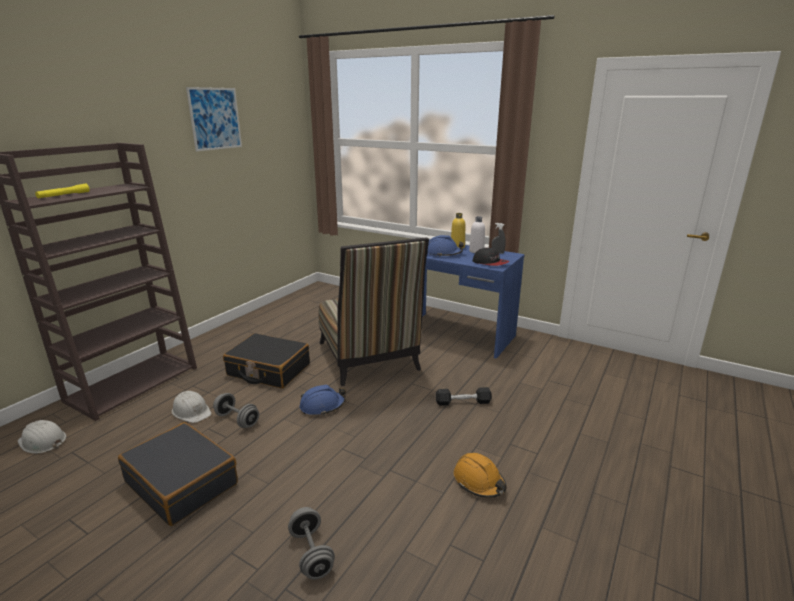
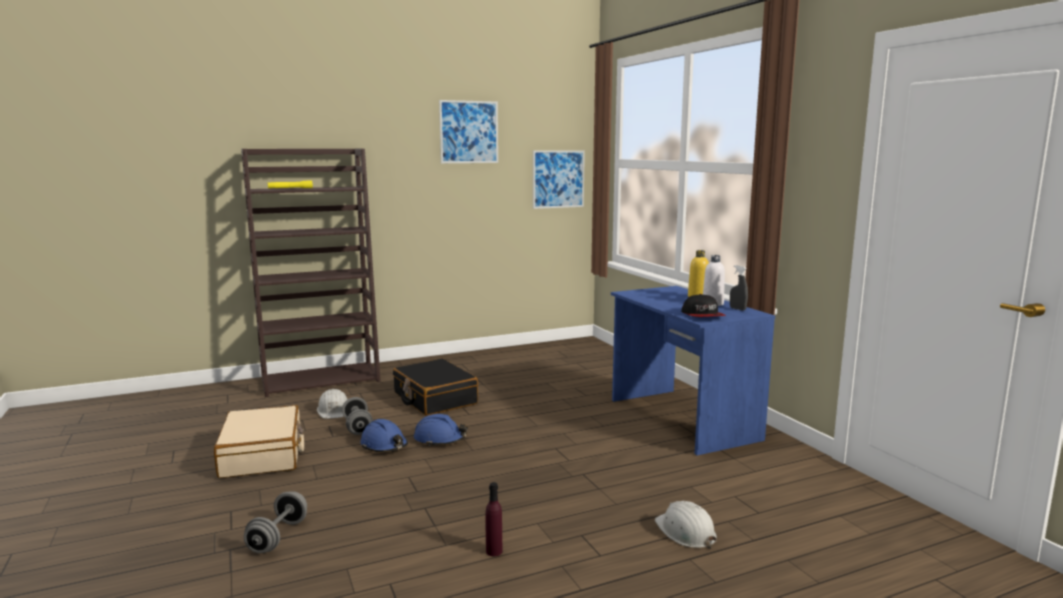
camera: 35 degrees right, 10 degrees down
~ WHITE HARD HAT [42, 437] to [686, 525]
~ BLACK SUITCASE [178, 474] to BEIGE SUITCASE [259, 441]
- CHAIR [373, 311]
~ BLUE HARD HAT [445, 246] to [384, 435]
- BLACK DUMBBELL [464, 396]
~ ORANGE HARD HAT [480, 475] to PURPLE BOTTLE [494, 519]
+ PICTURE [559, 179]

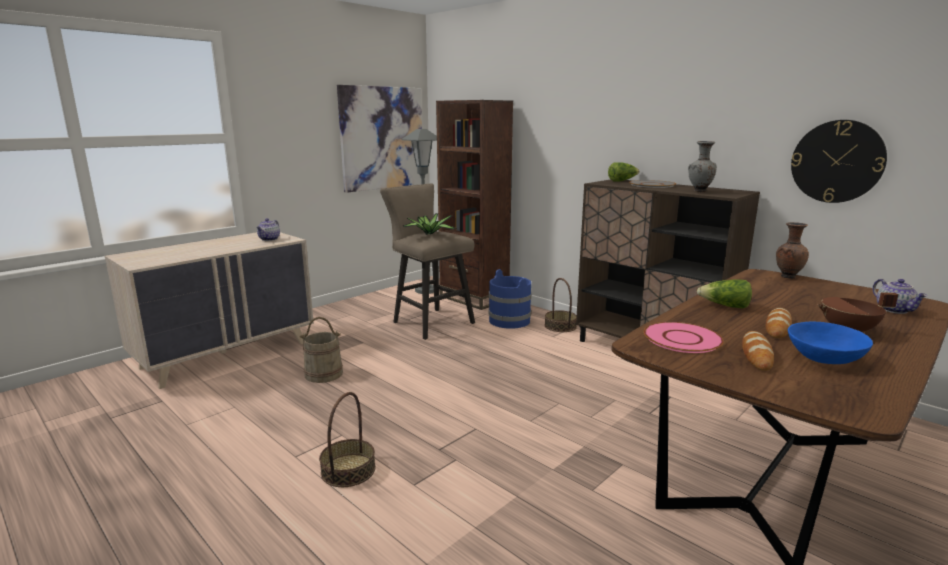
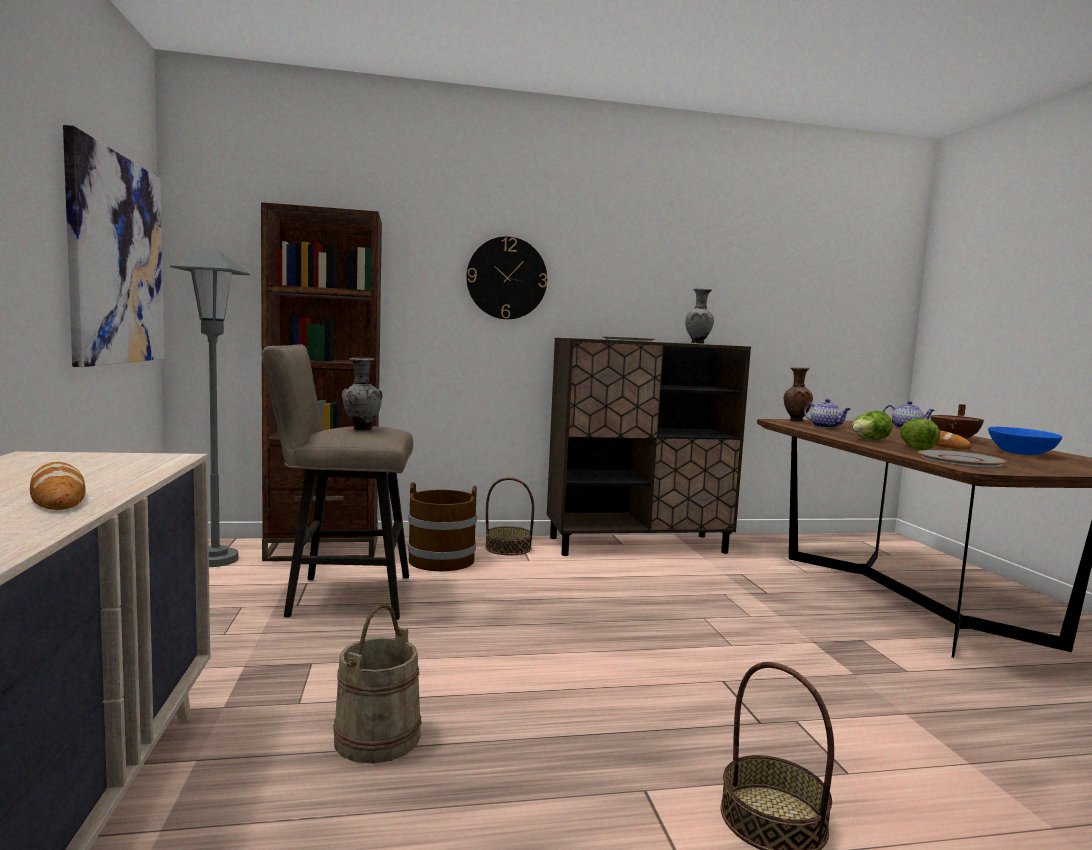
camera: 55 degrees left, 10 degrees down
~ TEAPOT [268, 229] to [827, 413]
~ POTTED PLANT [429, 224] to GREY VASE [362, 394]
~ BLUE BUCKET [510, 299] to BROWN BUCKET [442, 526]
~ LETTUCE [624, 172] to [920, 434]
~ PINK PLATE [684, 337] to GREY PLATE [962, 458]
~ BREAD [758, 351] to [58, 486]
~ WALL CLOCK [839, 161] to [506, 277]

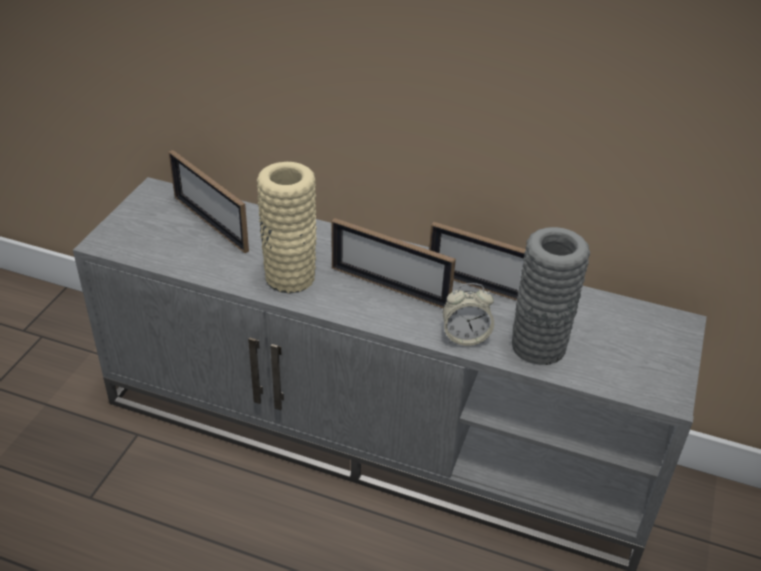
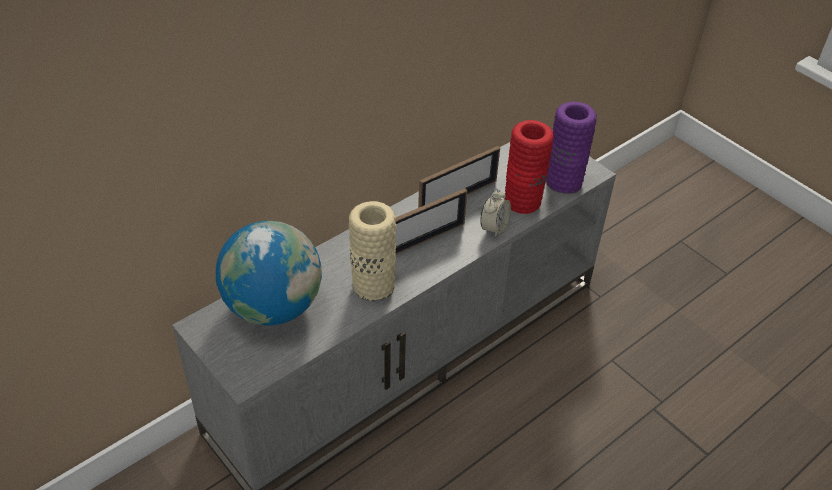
camera: 60 degrees left, 5 degrees up
~ PICTURE FRAME [209, 201] to GLOBE [269, 273]
~ GREY VASE [551, 296] to RED VASE [529, 167]
+ PURPLE VASE [571, 148]

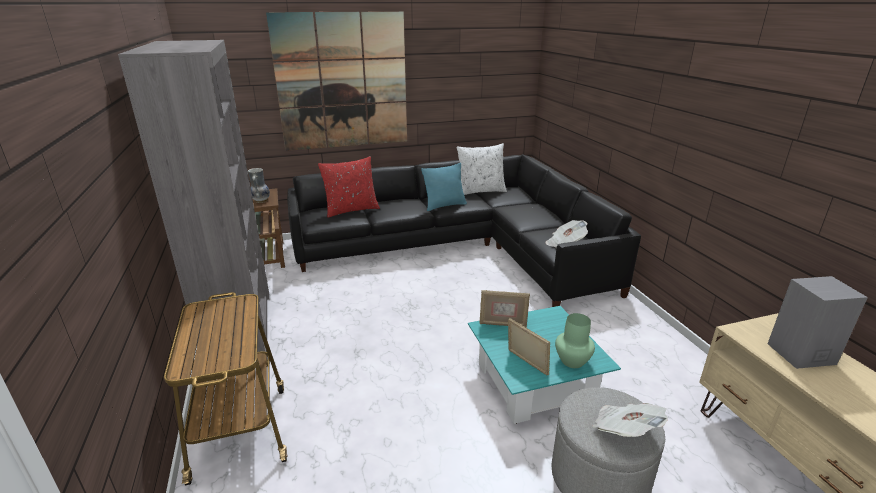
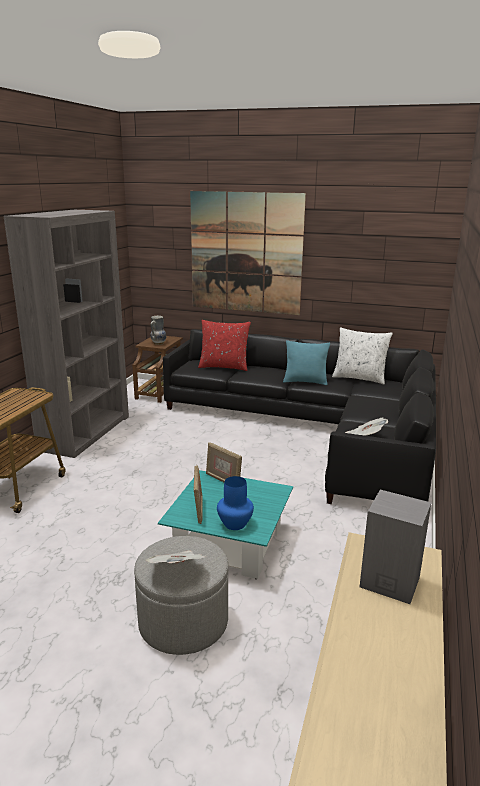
camera: 35 degrees right, 5 degrees down
~ GREEN VASE [575, 340] to BLUE VASE [235, 503]

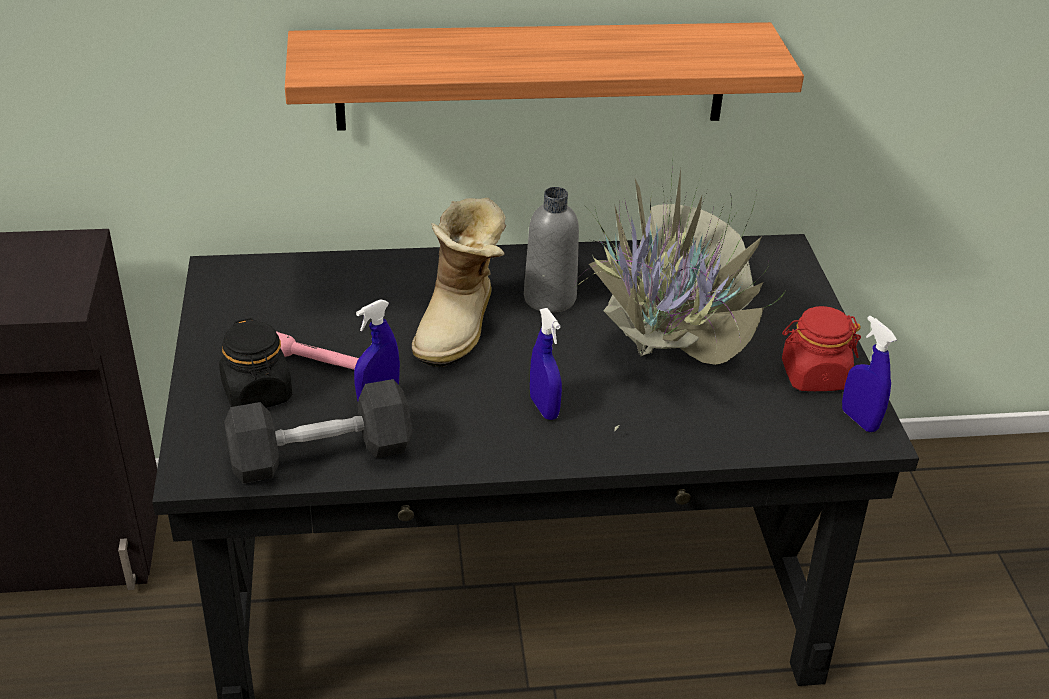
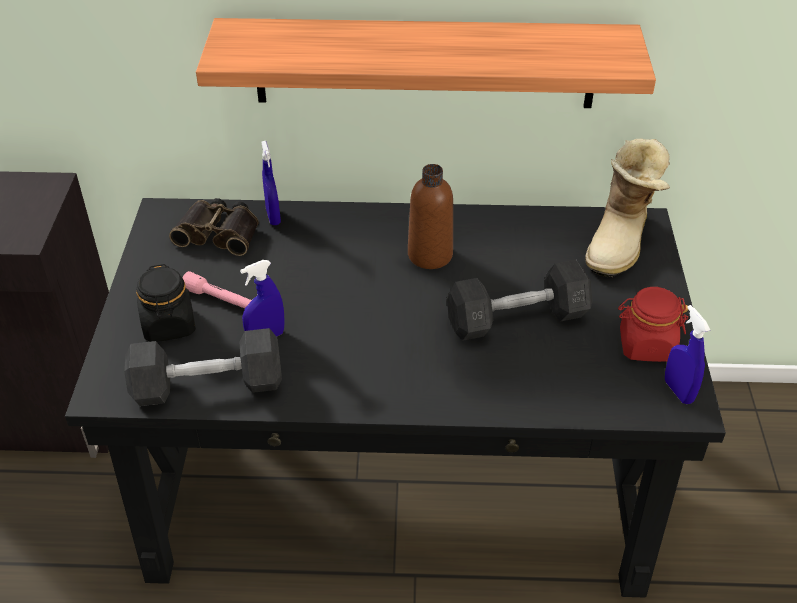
camera: 10 degrees right, 5 degrees up
~ BOOT [459, 283] to [627, 208]
~ GREY BOTTLE [551, 250] to BROWN BOTTLE [430, 216]
~ BLUE SPRAY BOTTLE [546, 364] to [271, 183]
~ POTTED PLANT [663, 290] to GREY DUMBBELL [520, 300]
+ BINOCULARS [214, 227]

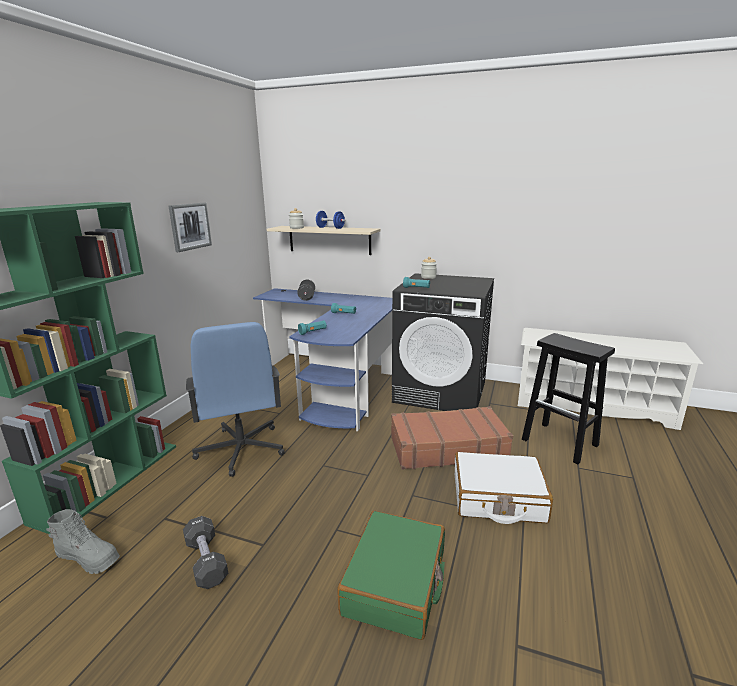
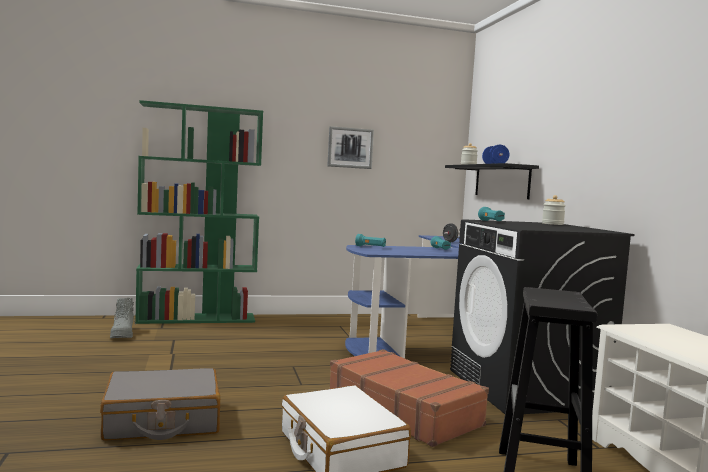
camera: 55 degrees right, 15 degrees down
- BLACK DUMBBELL [205, 552]
- BLUE OFFICE CHAIR [235, 399]
~ BEIGE SHELF [324, 240] to BLACK SHELF [492, 181]
~ GREEN SUITCASE [391, 575] to GREY SUITCASE [160, 404]

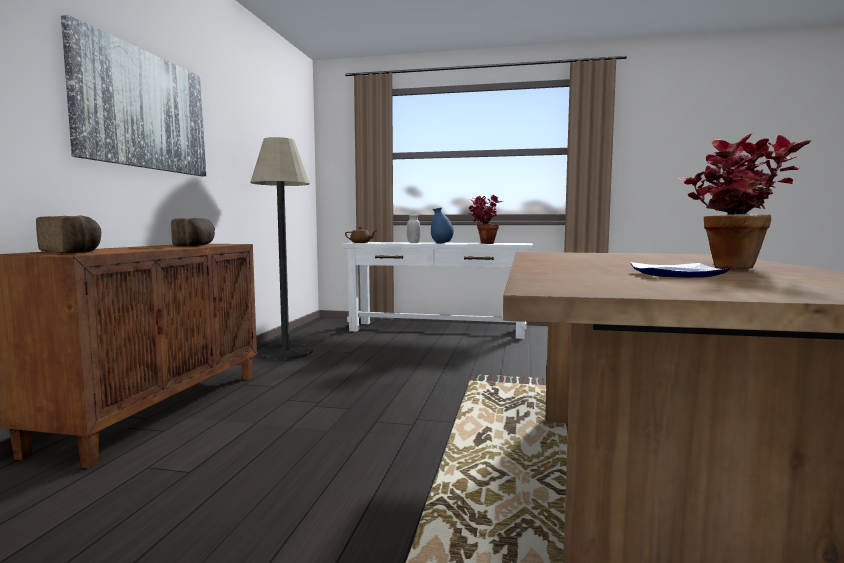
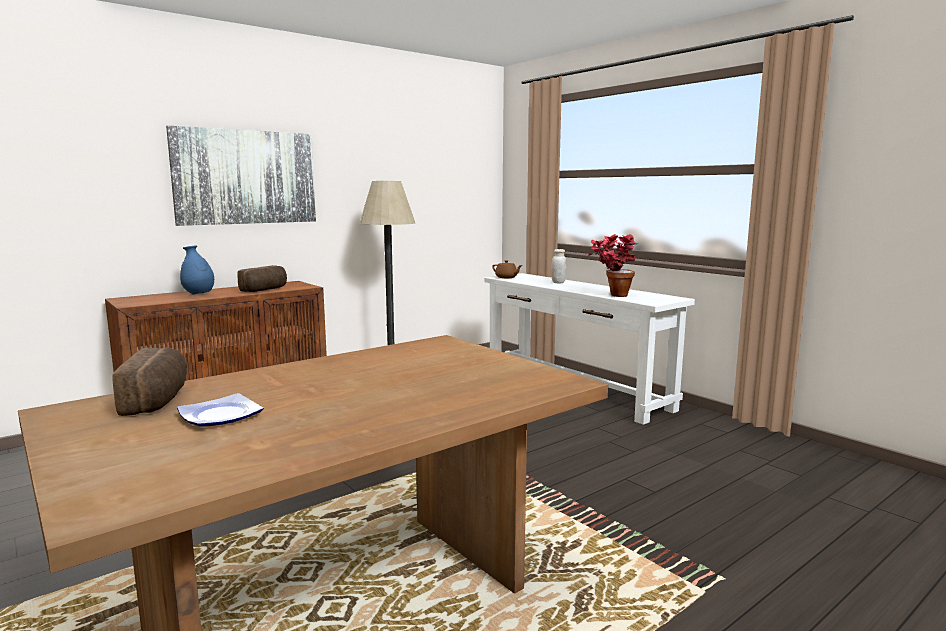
camera: 40 degrees right, 5 degrees up
~ BREAD [68, 234] to [149, 381]
~ BLUE VASE [442, 225] to [197, 270]
- POTTED PLANT [745, 201]

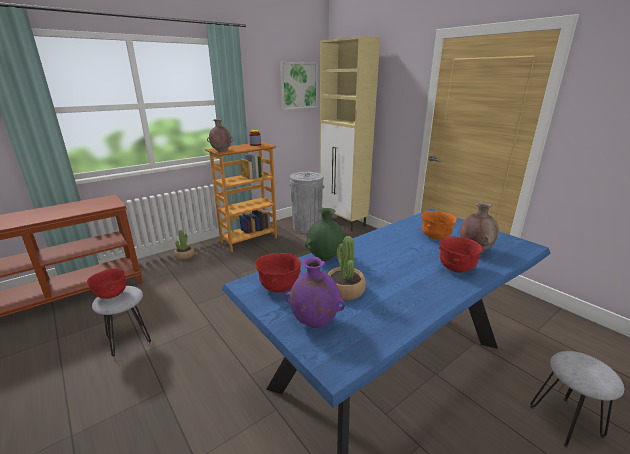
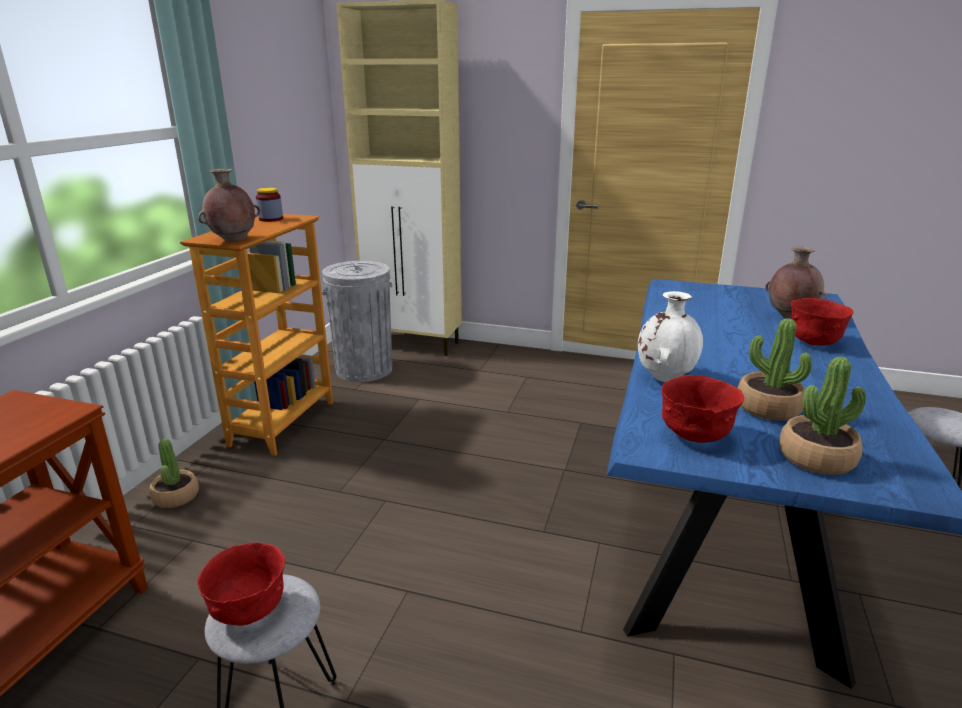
camera: 35 degrees left, 0 degrees up
- PICTURE [299, 86]
~ PURPLE VASE [315, 292] to POTTED PLANT [822, 415]
~ GREEN VASE [324, 234] to WHITE VASE [670, 336]
- ORANGE BOWL [439, 225]

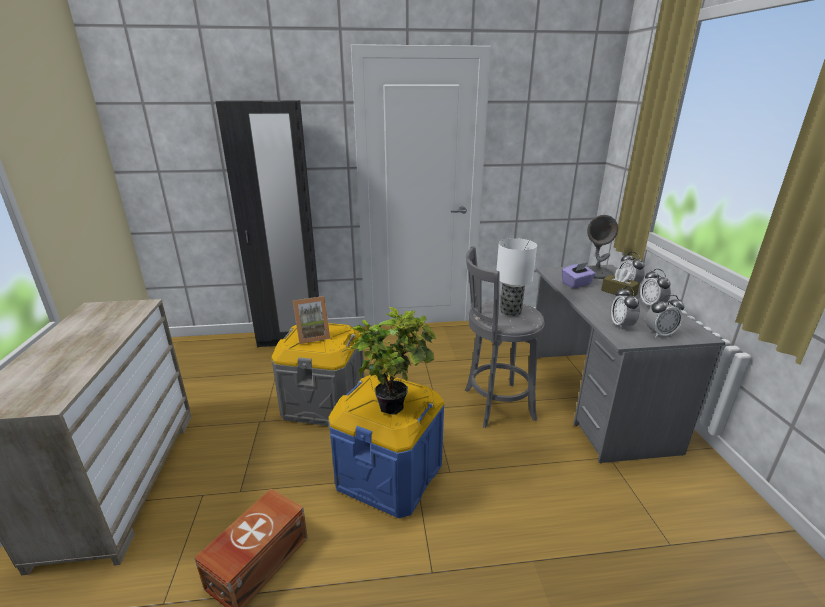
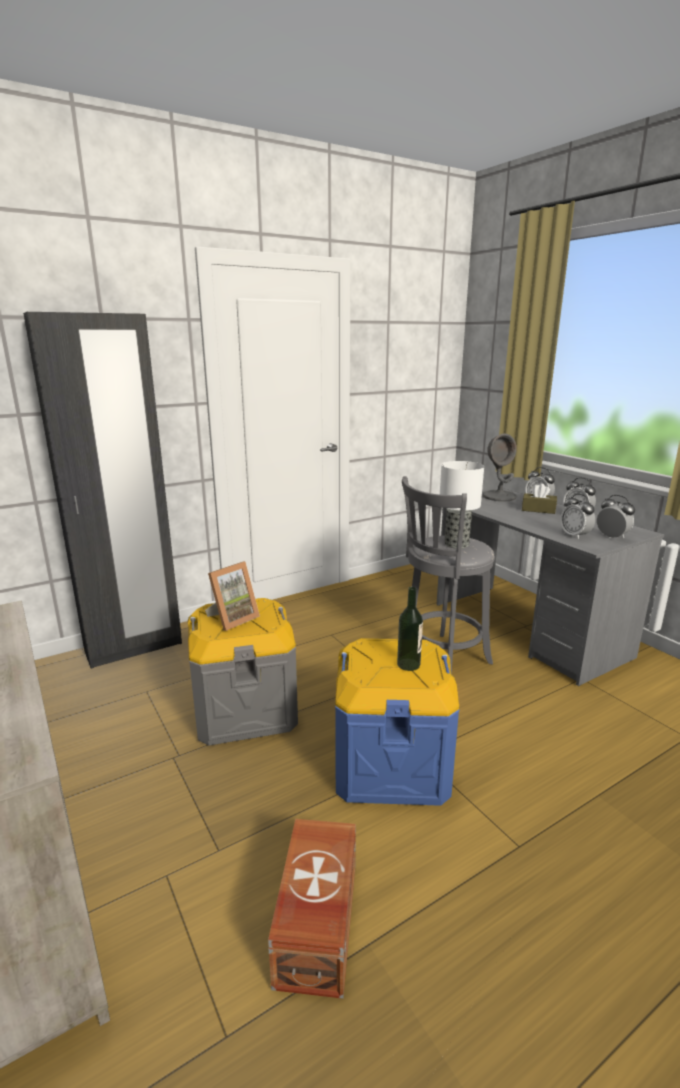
camera: 25 degrees left, 5 degrees down
~ POTTED PLANT [390, 361] to BOTTLE [410, 629]
- PURPLE TISSUE BOX [579, 275]
~ ALARM CLOCK [665, 316] = [616, 517] 90 degrees counterclockwise

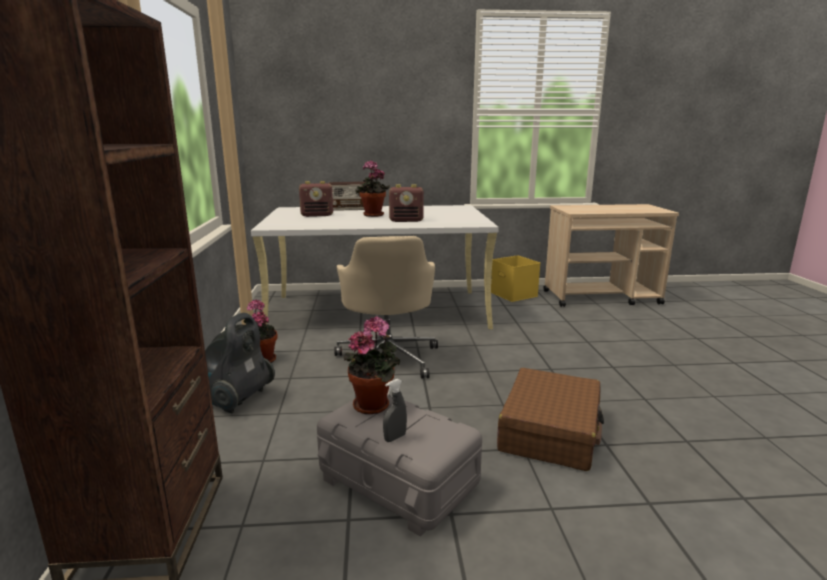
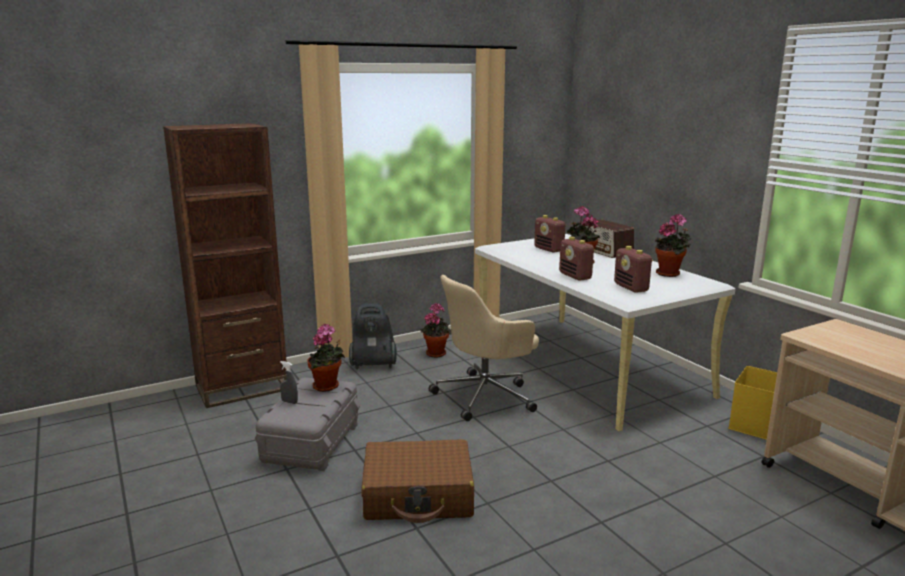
camera: 65 degrees right, 0 degrees up
+ RADIO [633, 269]
+ POTTED PLANT [673, 245]

